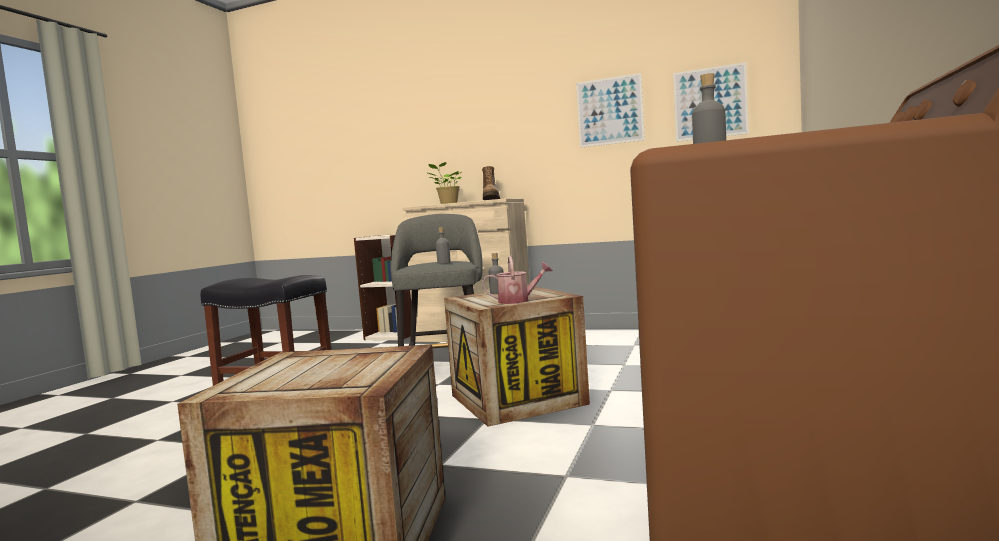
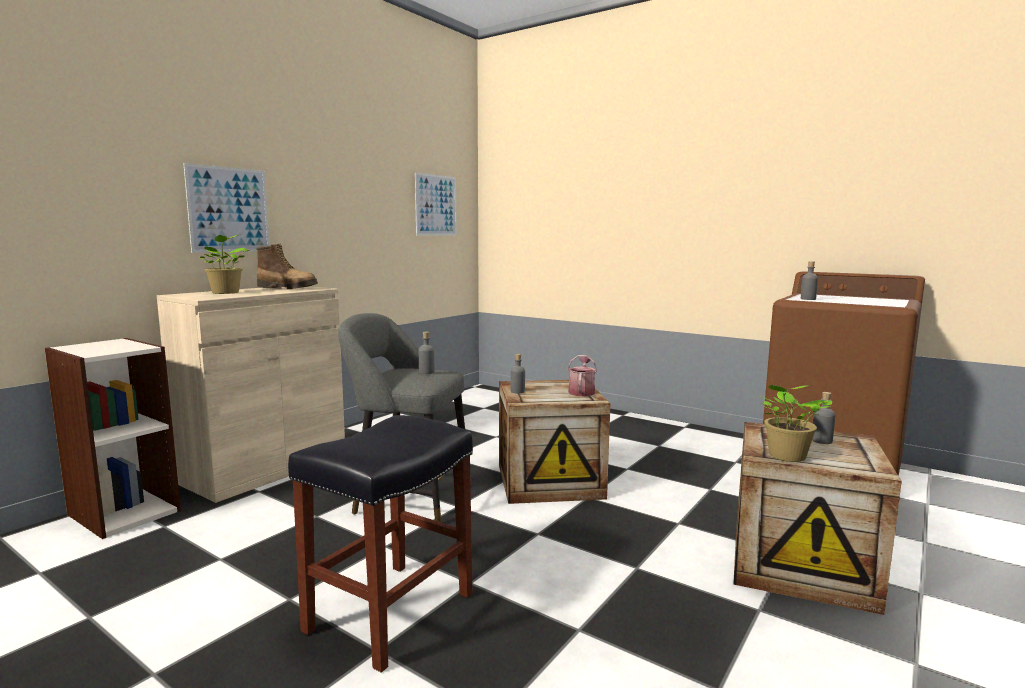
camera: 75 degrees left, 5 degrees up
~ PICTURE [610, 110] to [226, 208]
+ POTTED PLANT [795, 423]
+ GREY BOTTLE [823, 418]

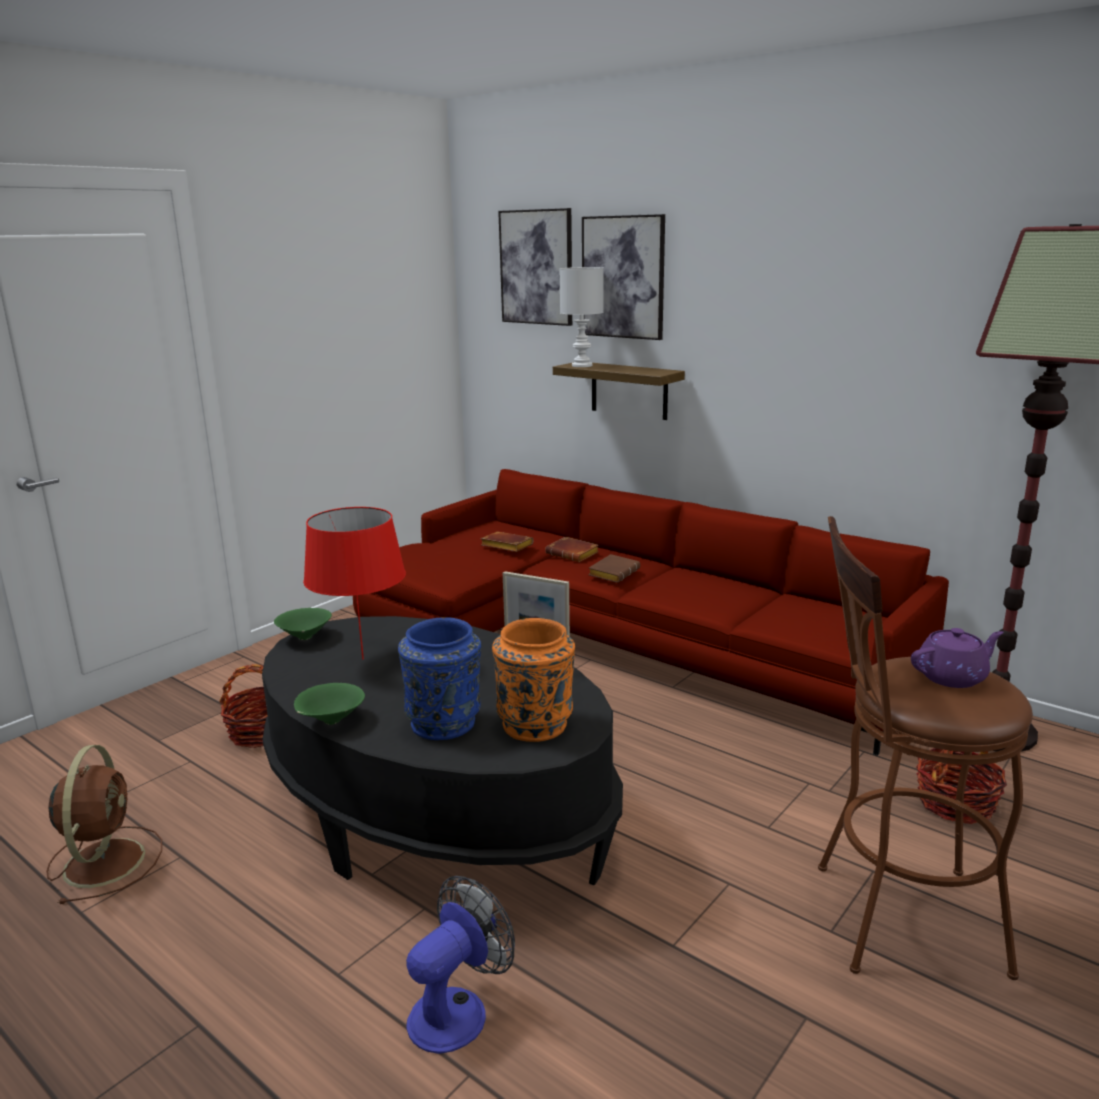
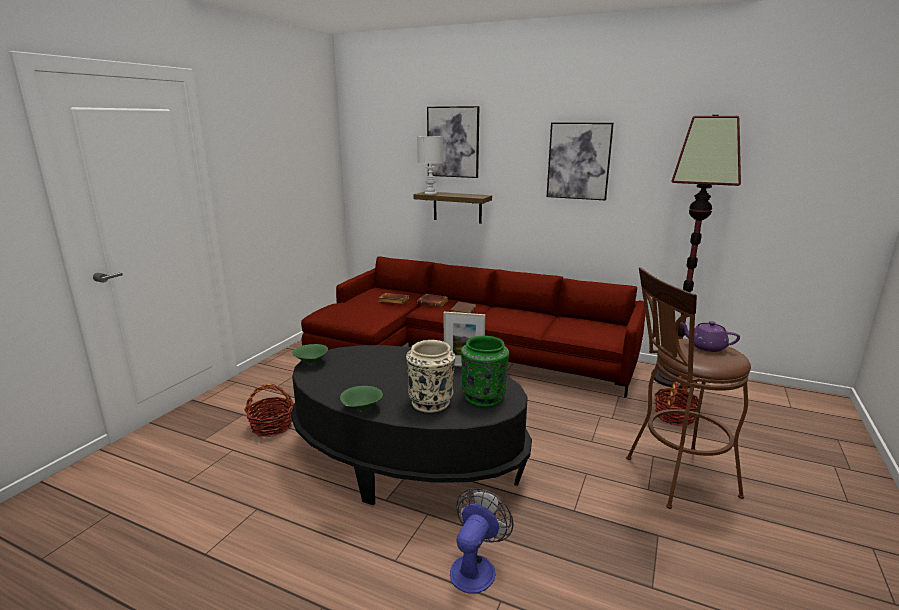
camera: 15 degrees left, 0 degrees up
- BROWN FAN [104, 824]
- RED TABLE LAMP [354, 583]
~ BLUE VASE [439, 678] to BEIGE VASE [430, 376]
~ ORANGE VASE [533, 680] to GREEN VASE [485, 371]
~ PICTURE [535, 267] to [580, 162]
~ PURPLE TEAPOT [957, 658] = [710, 336] 120 degrees counterclockwise

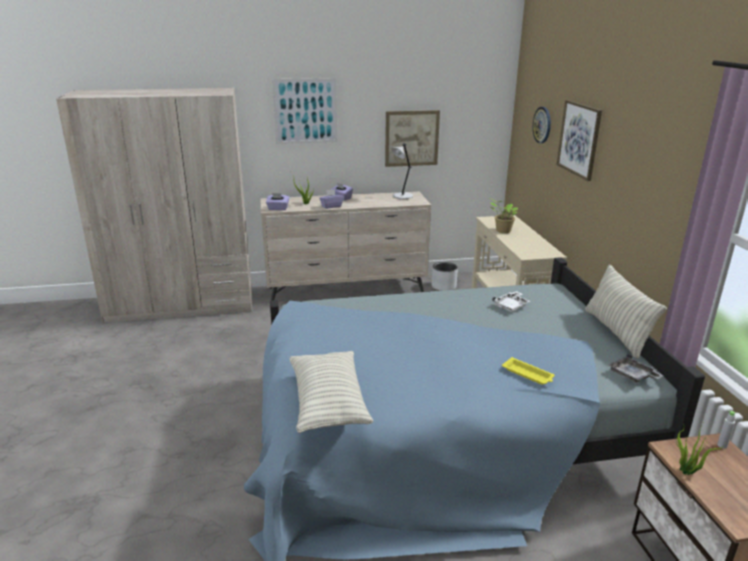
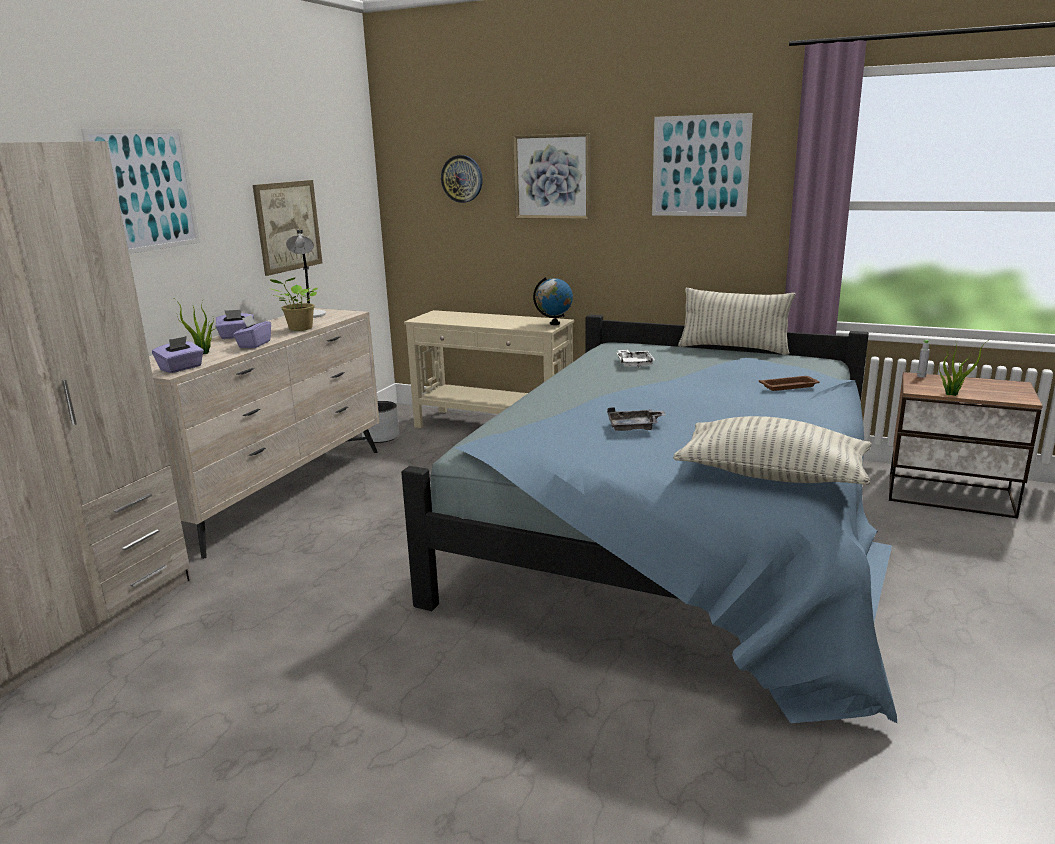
camera: 55 degrees left, 5 degrees down
~ POTTED PLANT [503, 215] to [293, 304]
~ YELLOW TRAY [528, 371] to BROWN TRAY [789, 383]
~ GREY TRAY [636, 368] to [636, 419]
+ GLOBE [553, 301]
+ PICTURE [702, 164]

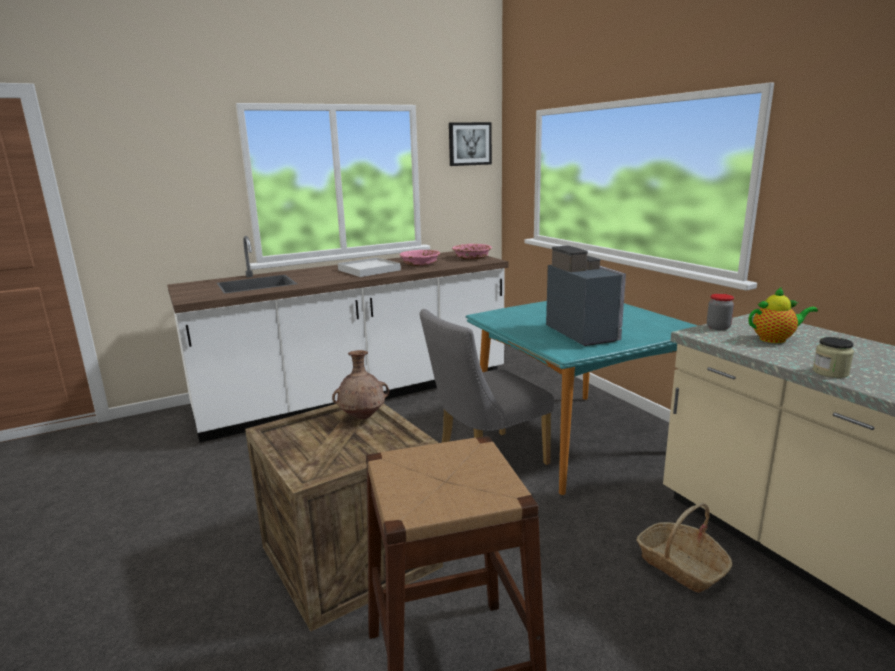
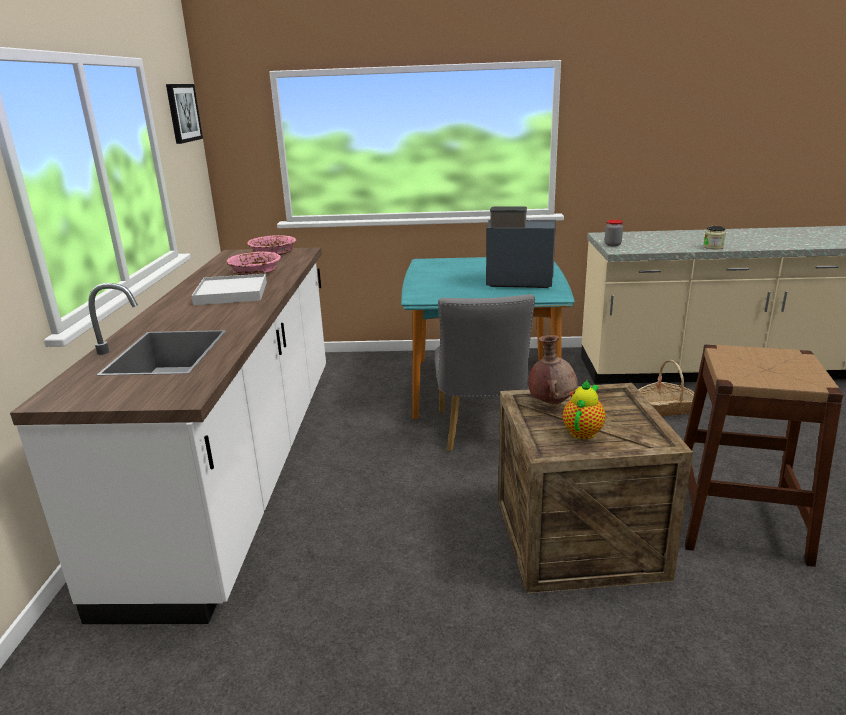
camera: 60 degrees left, 5 degrees up
~ TEAPOT [783, 315] to [584, 409]

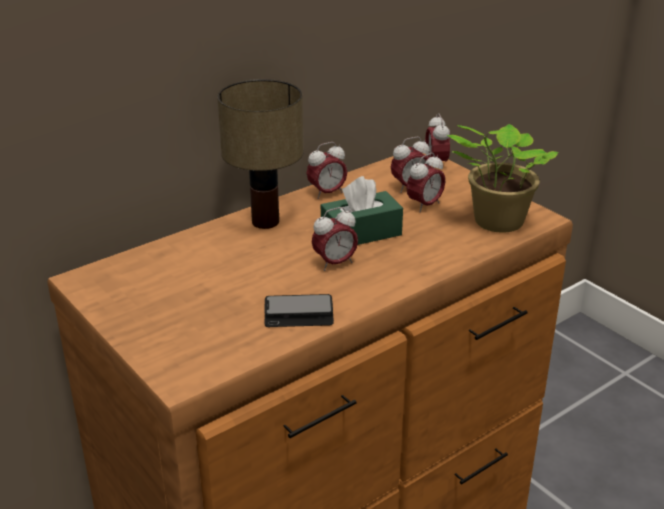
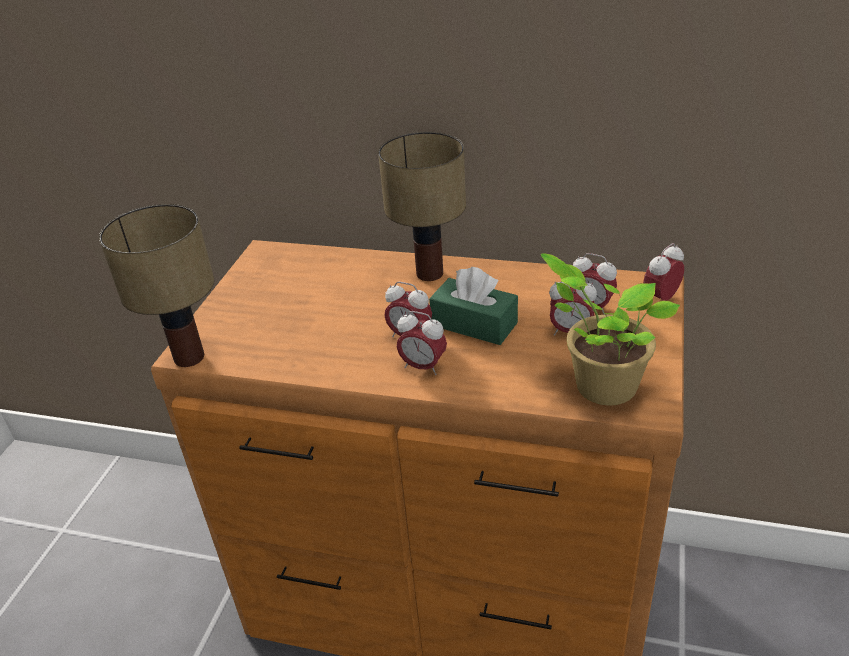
camera: 55 degrees right, 5 degrees up
- PHONE [299, 310]
~ ALARM CLOCK [326, 170] to [422, 343]
+ TABLE LAMP [156, 285]

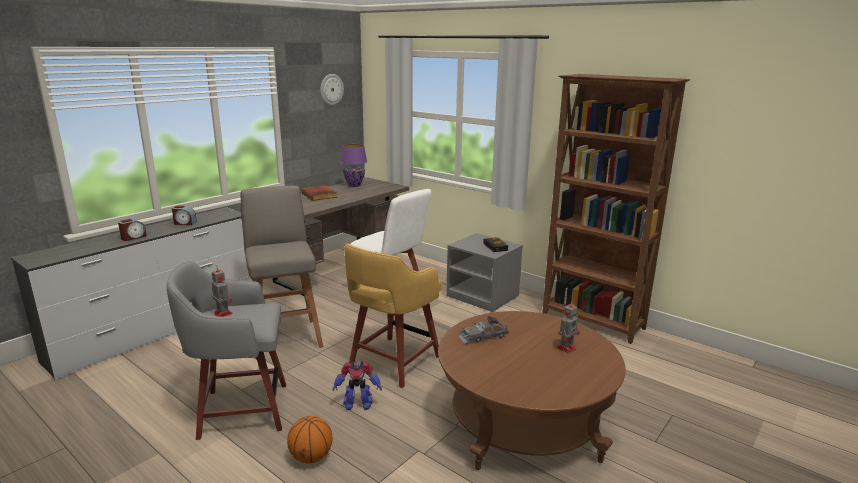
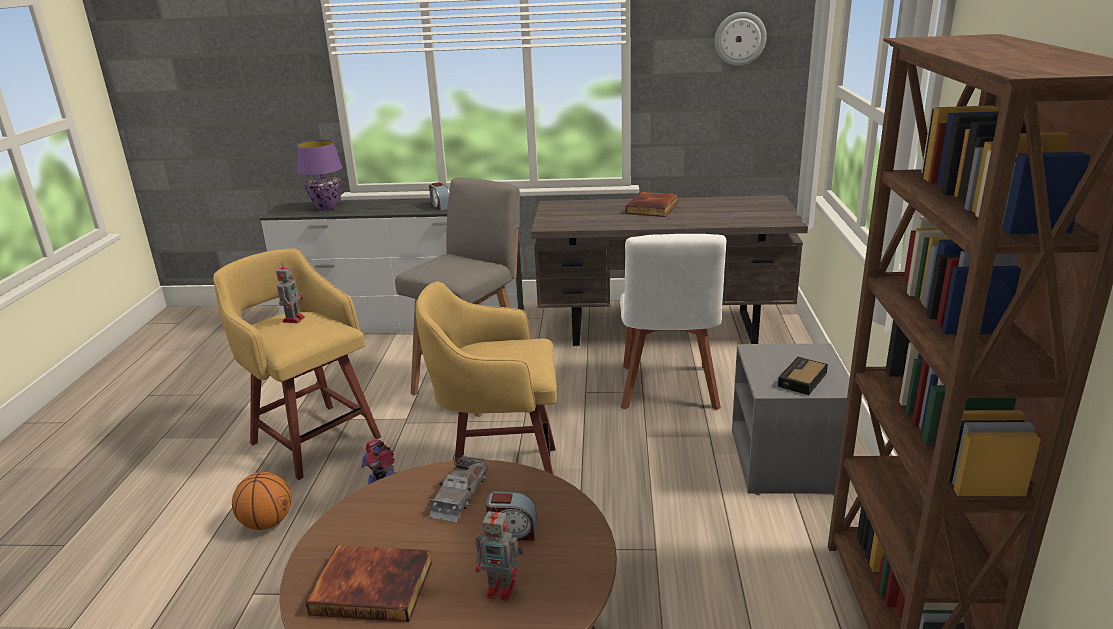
camera: 55 degrees right, 5 degrees up
~ ALARM CLOCK [132, 230] to [511, 516]
~ GREY STOOL [226, 350] to YELLOW STOOL [297, 364]
~ PURPLE TABLE LAMP [353, 165] to [319, 175]
~ GREY TOY CAR [483, 330] = [458, 489] 105 degrees counterclockwise
+ BOOK [369, 583]

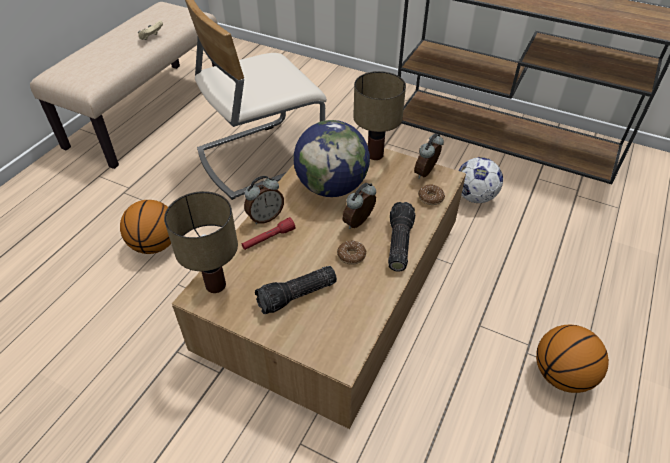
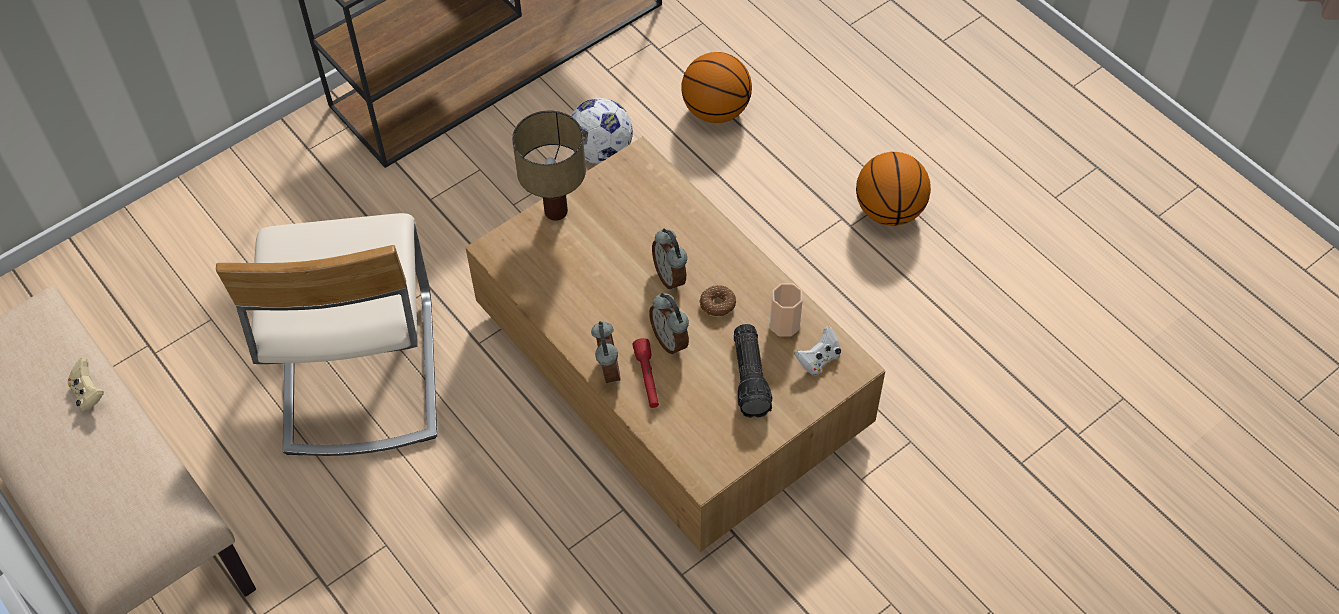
camera: 65 degrees left, 10 degrees up
~ BASKETBALL [145, 227] to [717, 87]
- TABLE LAMP [201, 242]
- GLOBE [331, 158]
- FLASHLIGHT [401, 237]
~ ALARM CLOCK [429, 156] to [669, 324]
- DONUT [431, 194]
+ CUP [786, 310]
+ WHITE GAME CONTROLLER [818, 350]

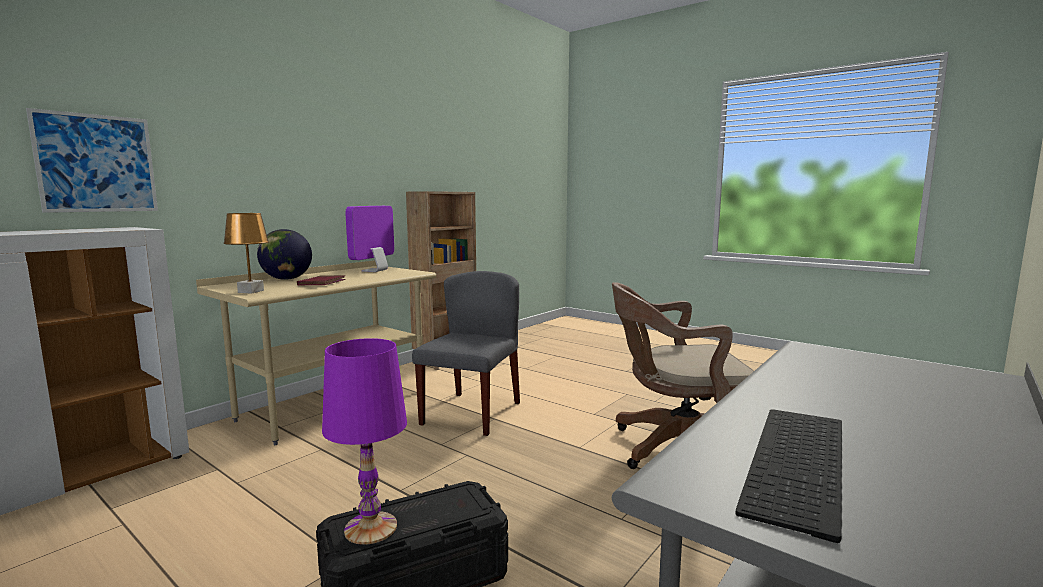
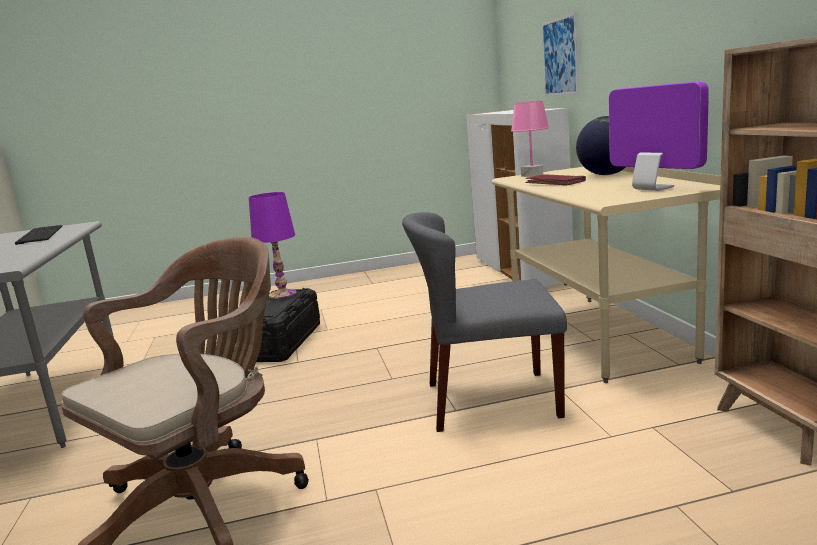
camera: 130 degrees right, 5 degrees up
~ BROWN TABLE LAMP [246, 253] to PINK TABLE LAMP [530, 138]
~ GREY CHAIR [466, 353] = [484, 322] 120 degrees clockwise

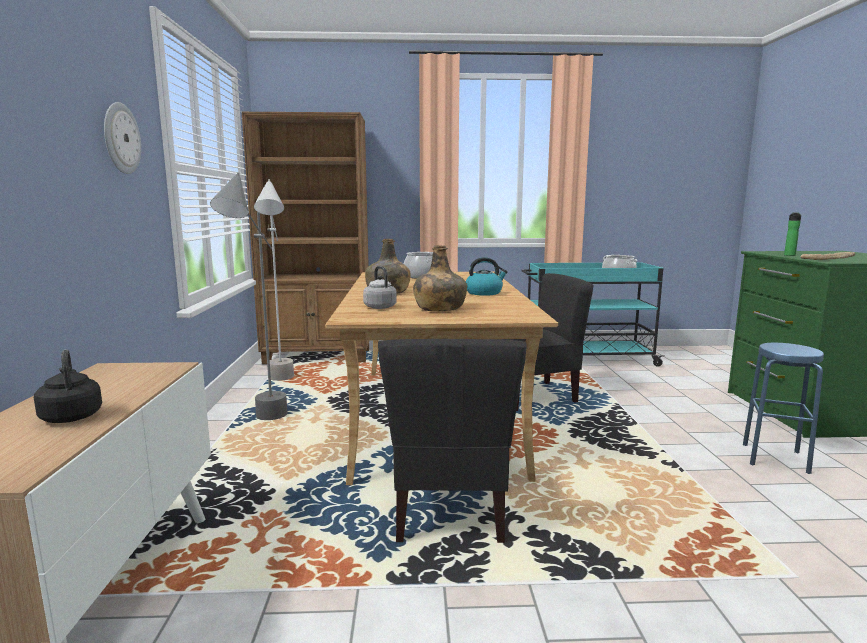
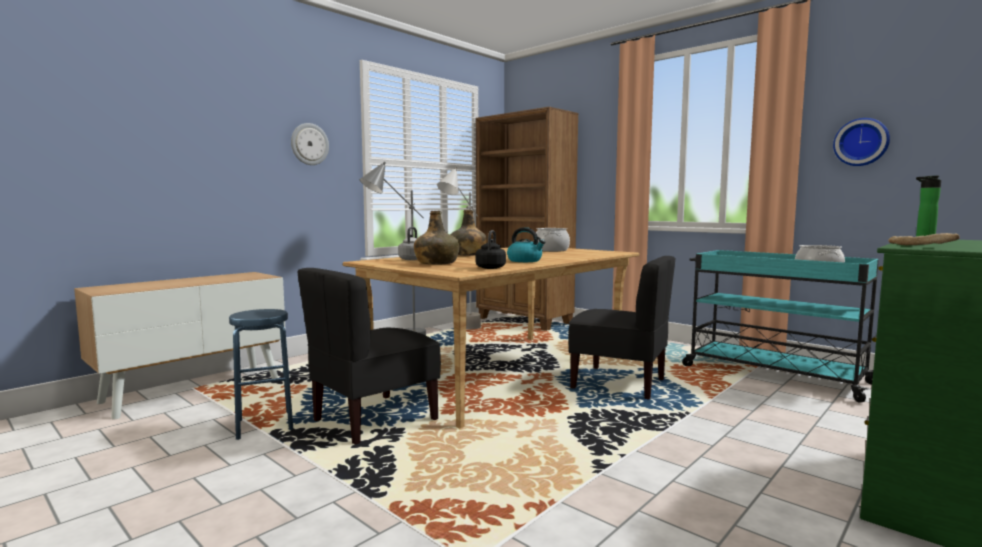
camera: 45 degrees right, 5 degrees down
~ BLACK KETTLE [68, 386] to [490, 249]
~ BLUE STOOL [783, 408] to [261, 374]
+ WALL CLOCK [861, 142]

